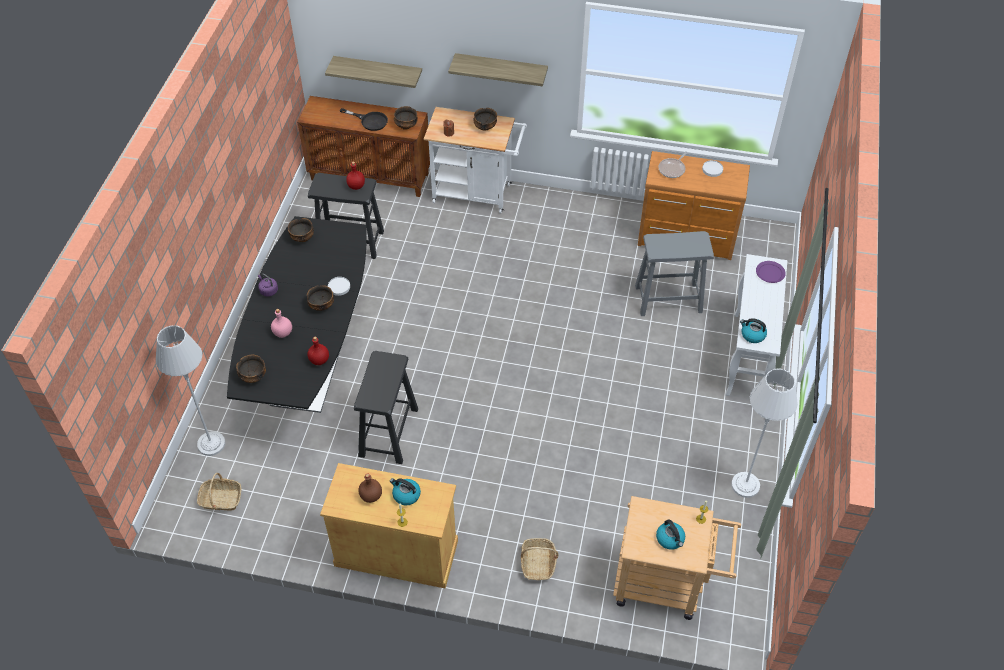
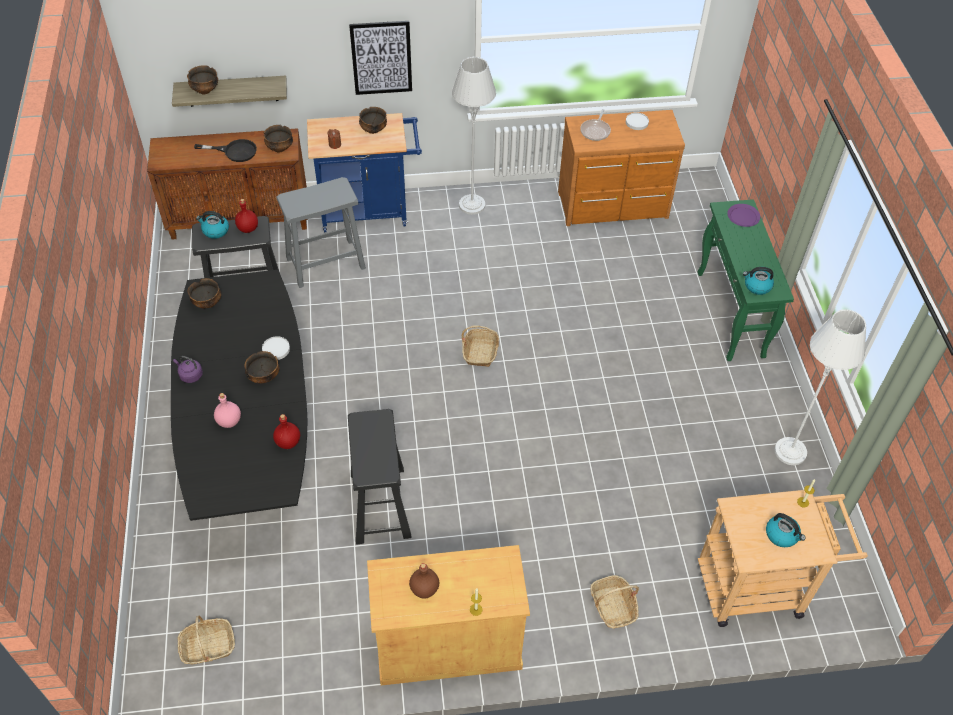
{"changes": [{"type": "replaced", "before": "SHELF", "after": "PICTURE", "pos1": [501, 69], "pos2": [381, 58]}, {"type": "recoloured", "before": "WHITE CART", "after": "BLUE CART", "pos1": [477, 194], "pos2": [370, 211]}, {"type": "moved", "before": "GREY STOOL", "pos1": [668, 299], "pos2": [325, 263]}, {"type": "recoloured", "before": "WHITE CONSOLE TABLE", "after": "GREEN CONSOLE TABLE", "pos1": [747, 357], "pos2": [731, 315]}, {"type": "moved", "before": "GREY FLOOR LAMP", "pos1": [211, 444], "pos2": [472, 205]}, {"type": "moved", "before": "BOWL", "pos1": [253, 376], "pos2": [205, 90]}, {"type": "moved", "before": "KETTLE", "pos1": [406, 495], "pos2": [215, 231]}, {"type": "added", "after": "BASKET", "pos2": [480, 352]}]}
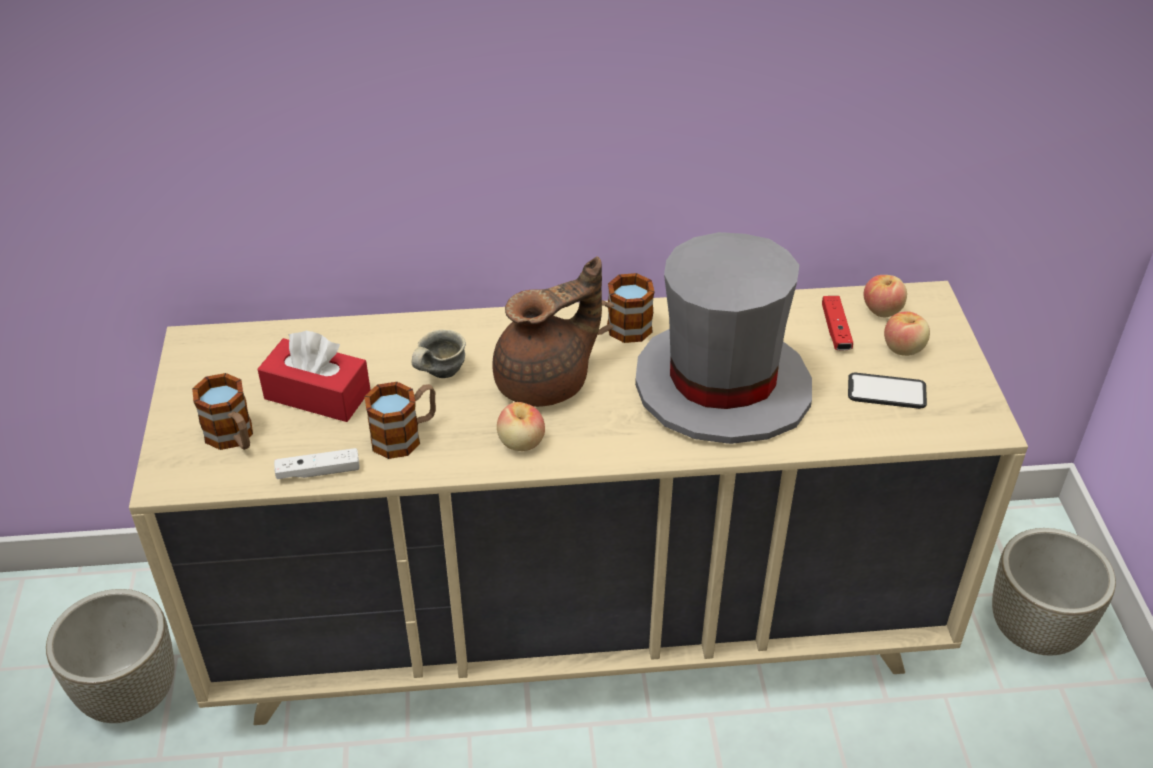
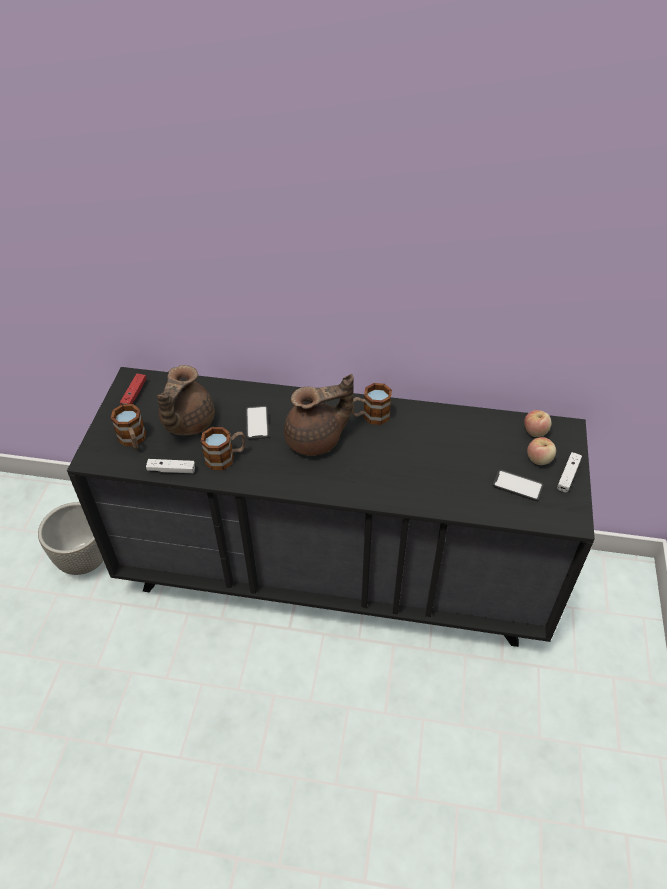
{"changes": [{"type": "removed", "before": "GREY HAT", "pos1": [721, 386]}, {"type": "recoloured", "before": "BEIGE DRESSER", "after": "BLACK DRESSER", "pos1": [578, 623], "pos2": [335, 573]}, {"type": "moved", "before": "RED GAME CONTROLLER", "pos1": [835, 330], "pos2": [134, 394]}, {"type": "replaced", "before": "GREY MUG", "after": "PHONE", "pos1": [438, 373], "pos2": [257, 423]}, {"type": "replaced", "before": "RED TISSUE BOX", "after": "BROWN TEAPOT", "pos1": [317, 394], "pos2": [186, 423]}, {"type": "removed", "before": "APPLE", "pos1": [521, 443]}, {"type": "removed", "before": "GREY PLANTER", "pos1": [1034, 630]}, {"type": "added", "after": "WHITE GAME CONTROLLER", "pos2": [568, 475]}]}
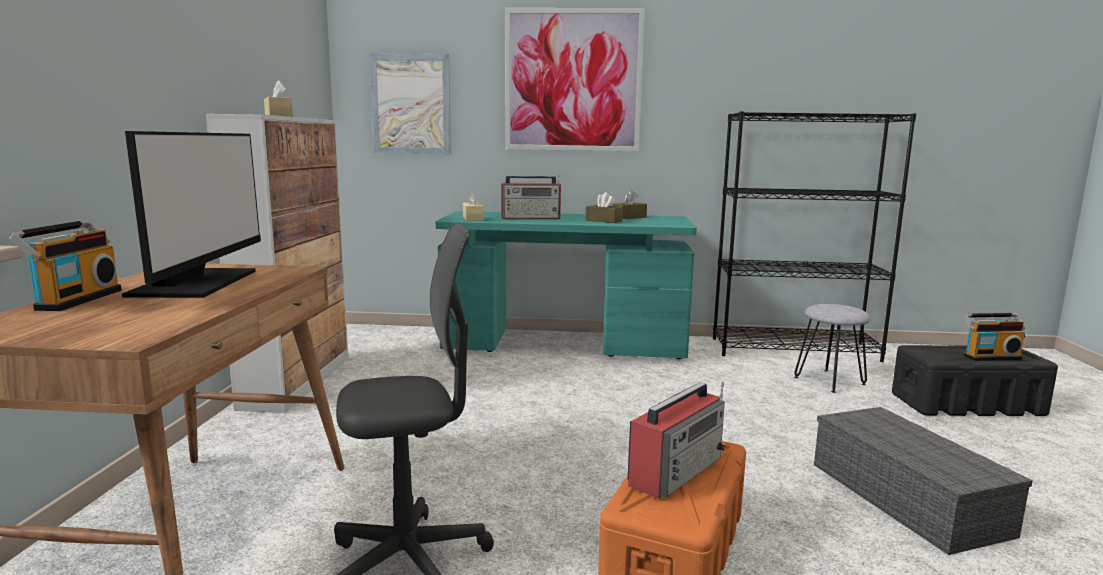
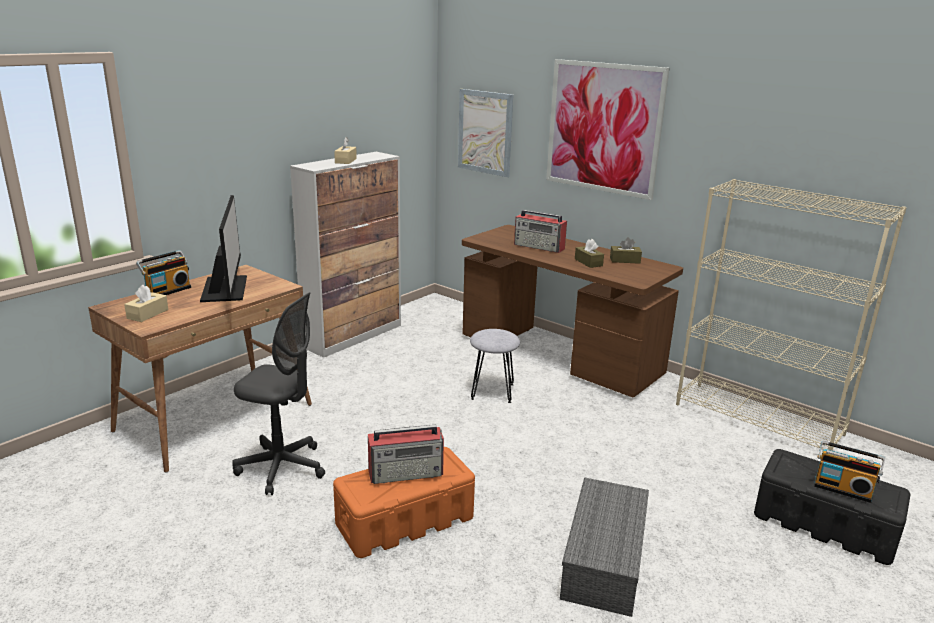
{"changes": [{"type": "recoloured", "before": "BLACK BOOKCASE", "after": "BEIGE BOOKCASE", "pos1": [794, 349], "pos2": [759, 419]}, {"type": "turned", "before": "MONITOR", "pos1": [198, 283], "pos2": [226, 288], "turn": -45}, {"type": "moved", "before": "BEIGE TISSUE BOX", "pos1": [473, 218], "pos2": [147, 314]}, {"type": "recoloured", "before": "TURQUOISE DESK", "after": "BROWN DESK", "pos1": [564, 345], "pos2": [559, 355]}, {"type": "moved", "before": "GREY STOOL", "pos1": [829, 381], "pos2": [492, 391]}]}
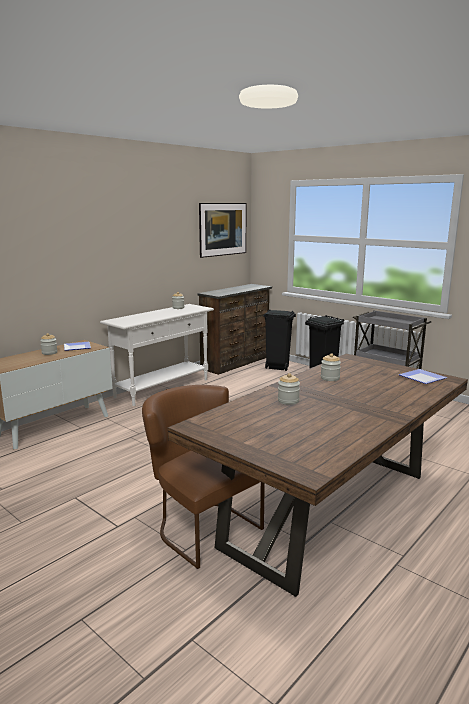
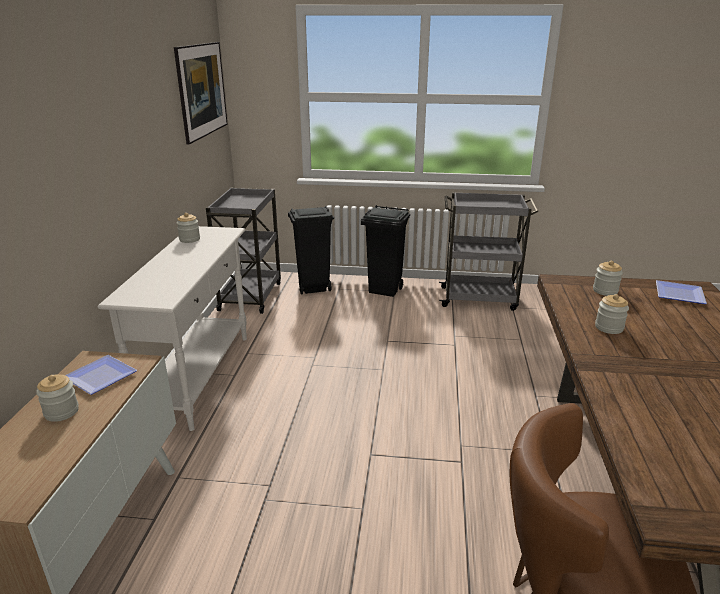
{"changes": [{"type": "replaced", "before": "BROWN DRESSER", "after": "GREY CART", "pos1": [236, 363], "pos2": [251, 295]}, {"type": "moved", "before": "JAR", "pos1": [288, 401], "pos2": [605, 291]}]}
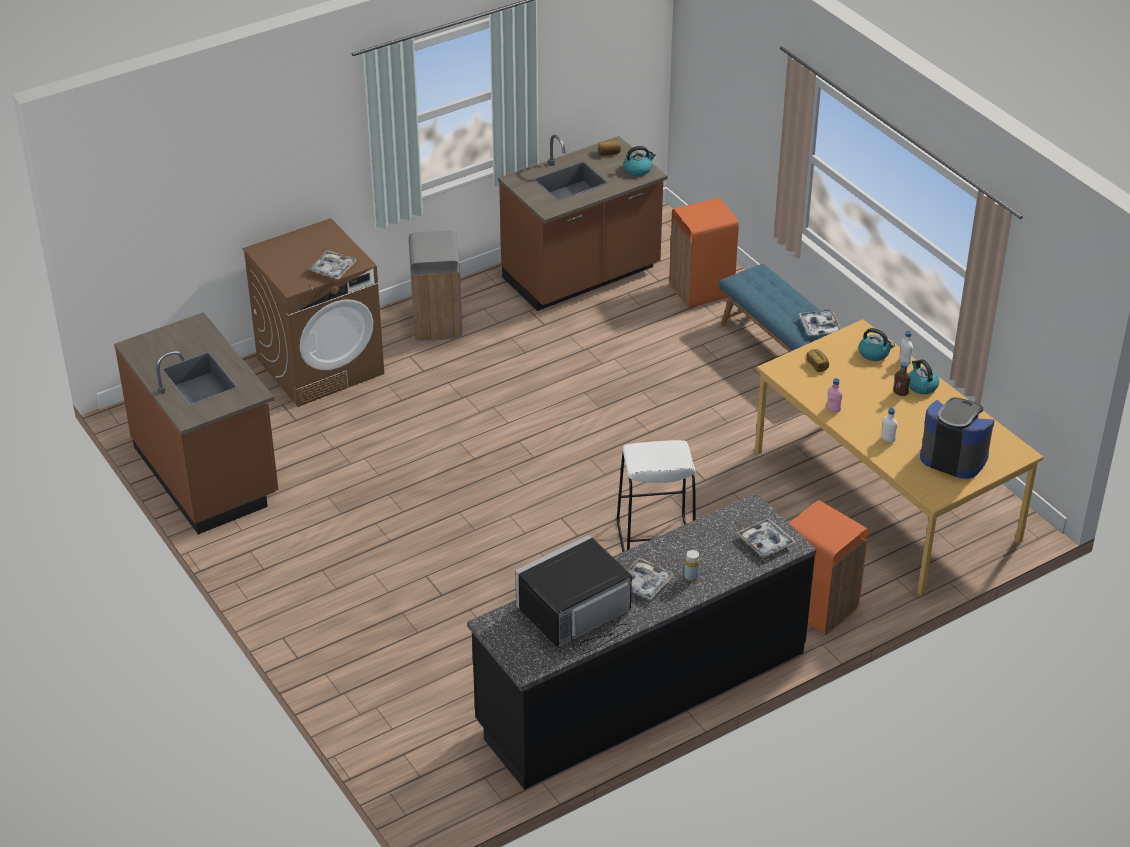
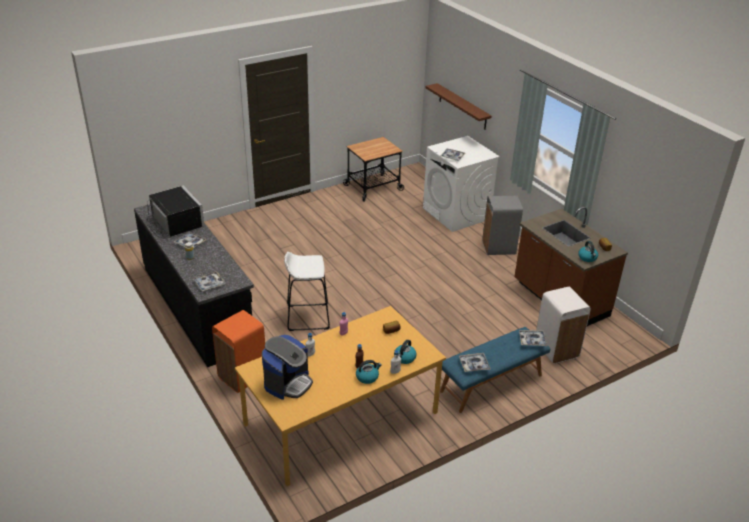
{"changes": [{"type": "recoloured", "before": "ORANGE TRASH CAN", "after": "WHITE TRASH CAN", "pos1": [700, 290], "pos2": [556, 349]}, {"type": "recoloured", "before": "BROWN WASHING MACHINE", "after": "WHITE WASHING MACHINE", "pos1": [321, 366], "pos2": [456, 214]}, {"type": "replaced", "before": "BROWN COUNTER", "after": "CART", "pos1": [207, 473], "pos2": [373, 187]}, {"type": "added", "after": "BROWN SHELF", "pos2": [462, 106]}, {"type": "added", "after": "TRAY", "pos2": [532, 340]}]}
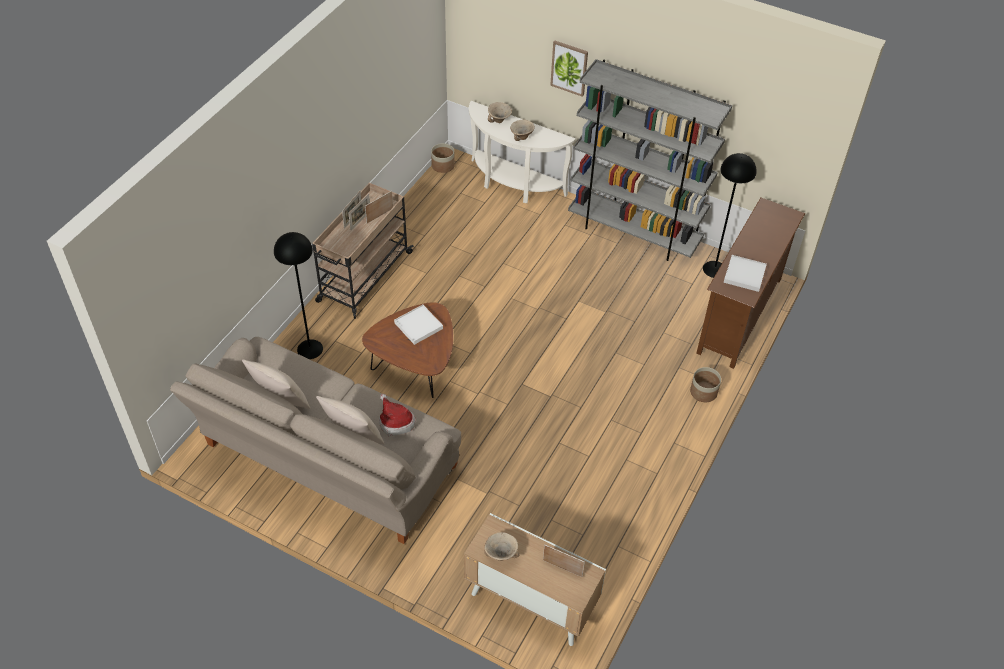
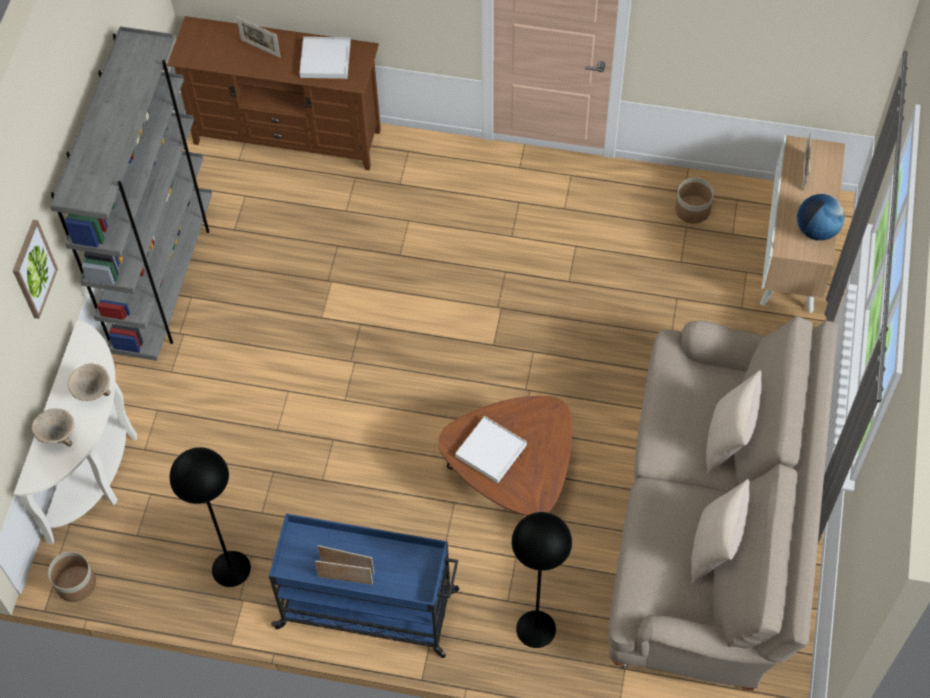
{"changes": [{"type": "moved", "before": "BLACK FLOOR LAMP", "pos1": [714, 269], "pos2": [230, 569]}, {"type": "recoloured", "before": "BEIGE CART", "after": "BLUE CART", "pos1": [364, 277], "pos2": [369, 609]}, {"type": "moved", "before": "PICTURE FRAME", "pos1": [380, 216], "pos2": [260, 48]}, {"type": "moved", "before": "PLANTER", "pos1": [703, 392], "pos2": [692, 209]}, {"type": "removed", "before": "HAT", "pos1": [395, 422]}, {"type": "replaced", "before": "BEIGE BOWL", "after": "GLOBE", "pos1": [501, 554], "pos2": [816, 230]}]}
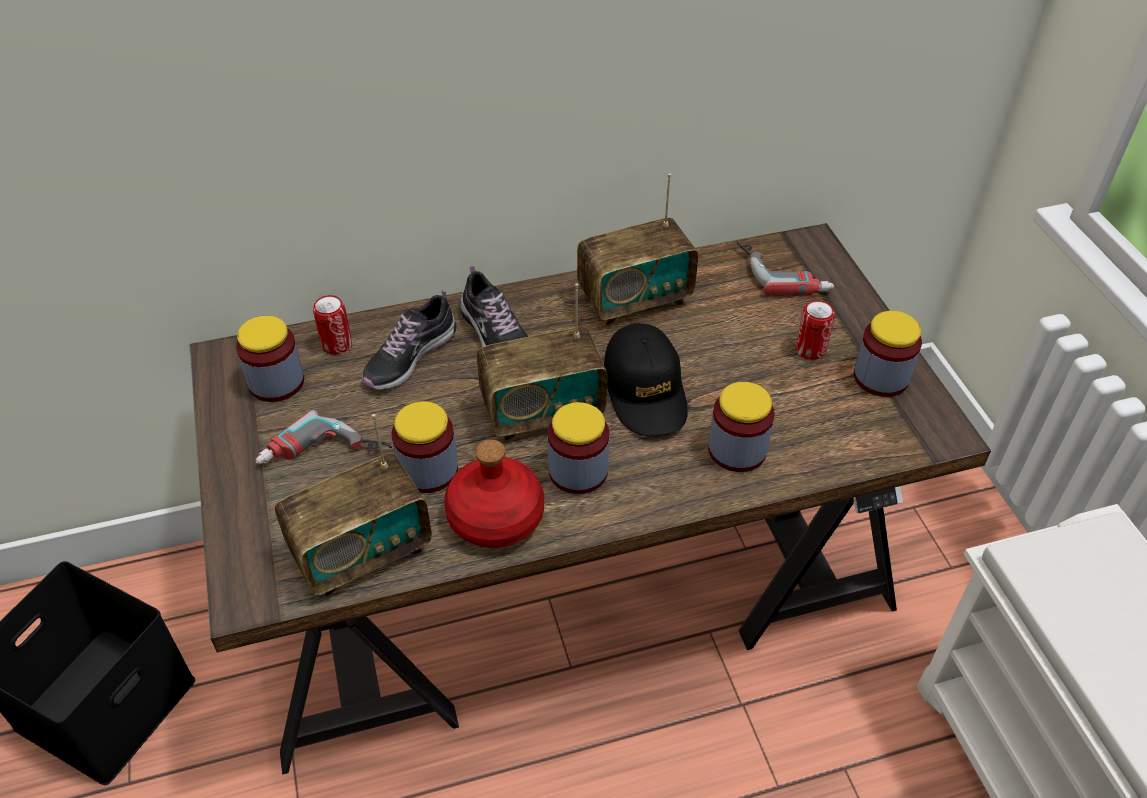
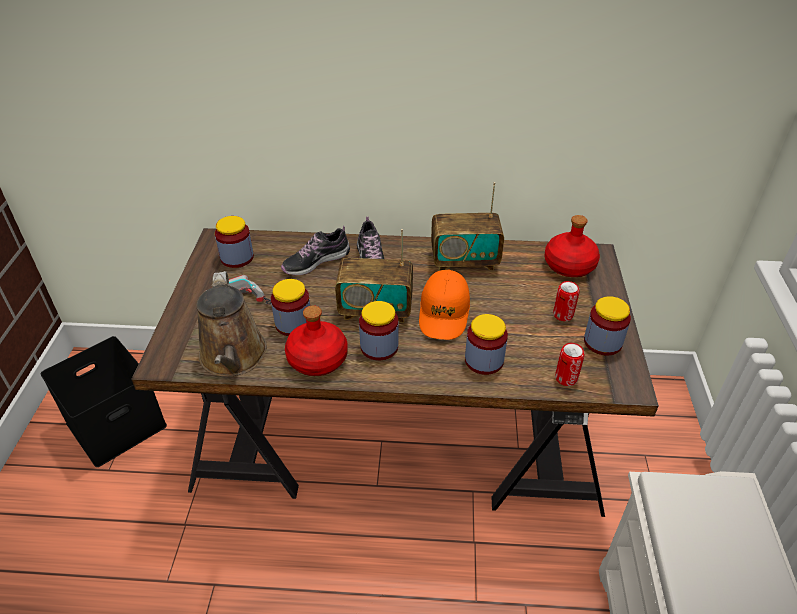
{"changes": [{"type": "replaced", "before": "POWER DRILL", "after": "RED BOTTLE", "pos1": [783, 271], "pos2": [568, 266]}, {"type": "moved", "before": "CAN", "pos1": [337, 345], "pos2": [566, 378]}, {"type": "recoloured", "before": "BLACK CAP", "after": "ORANGE CAP", "pos1": [645, 390], "pos2": [444, 313]}, {"type": "replaced", "before": "RADIO", "after": "BROWN WATERING CAN", "pos1": [362, 553], "pos2": [233, 357]}]}
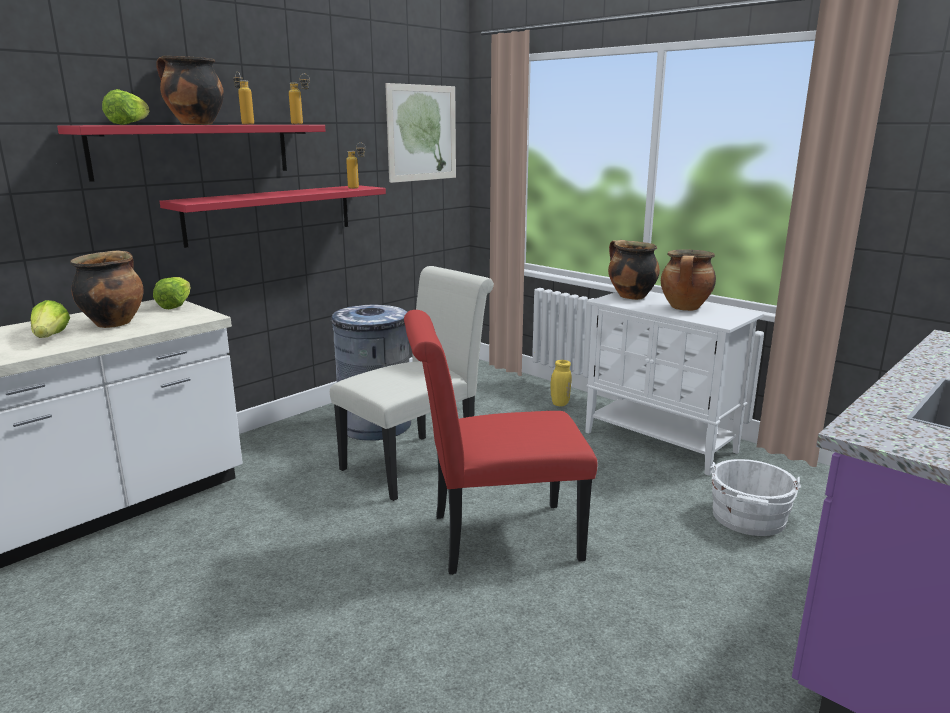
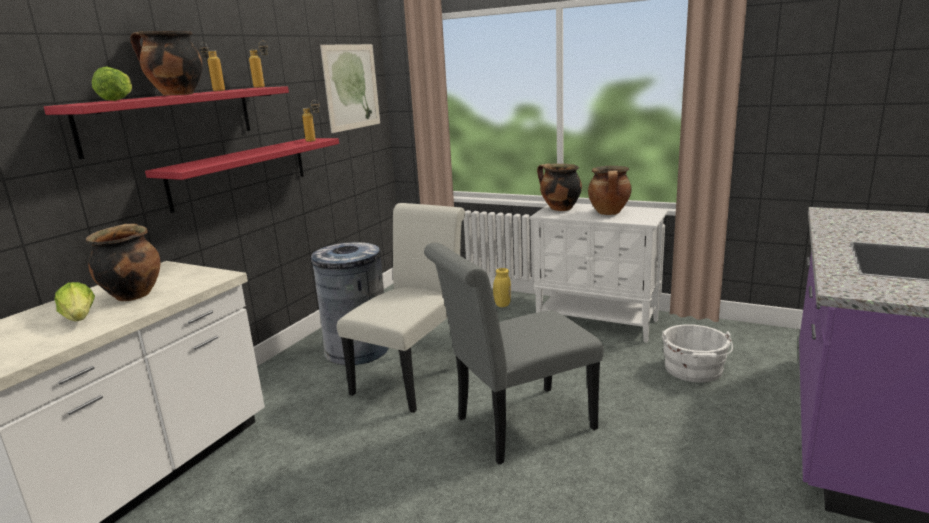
{"changes": [{"type": "removed", "before": "LETTUCE", "pos1": [175, 305]}, {"type": "recoloured", "before": "RED CHAIR", "after": "GREY CHAIR", "pos1": [494, 538], "pos2": [517, 426]}]}
